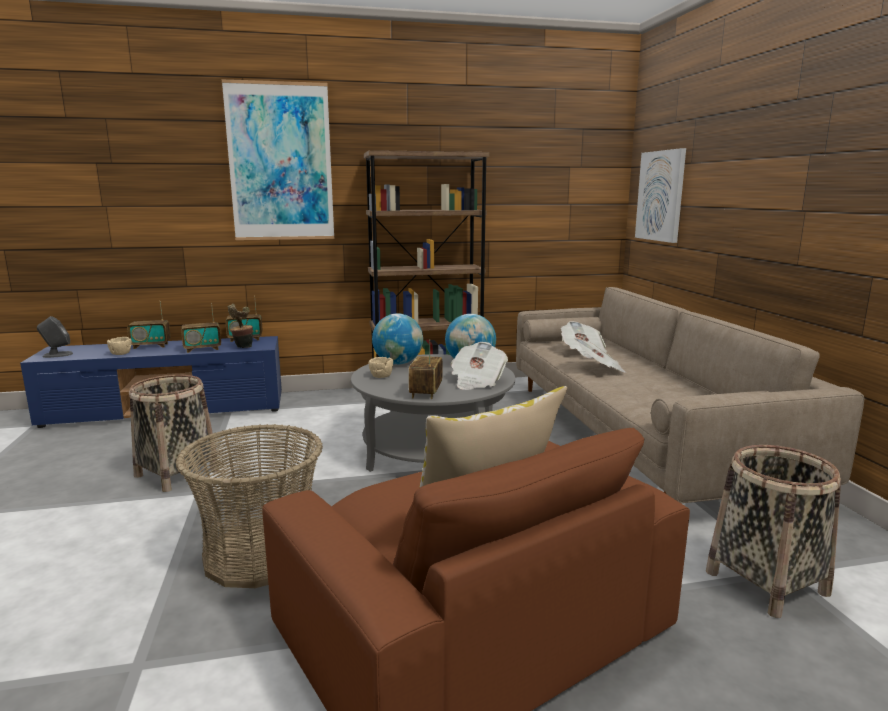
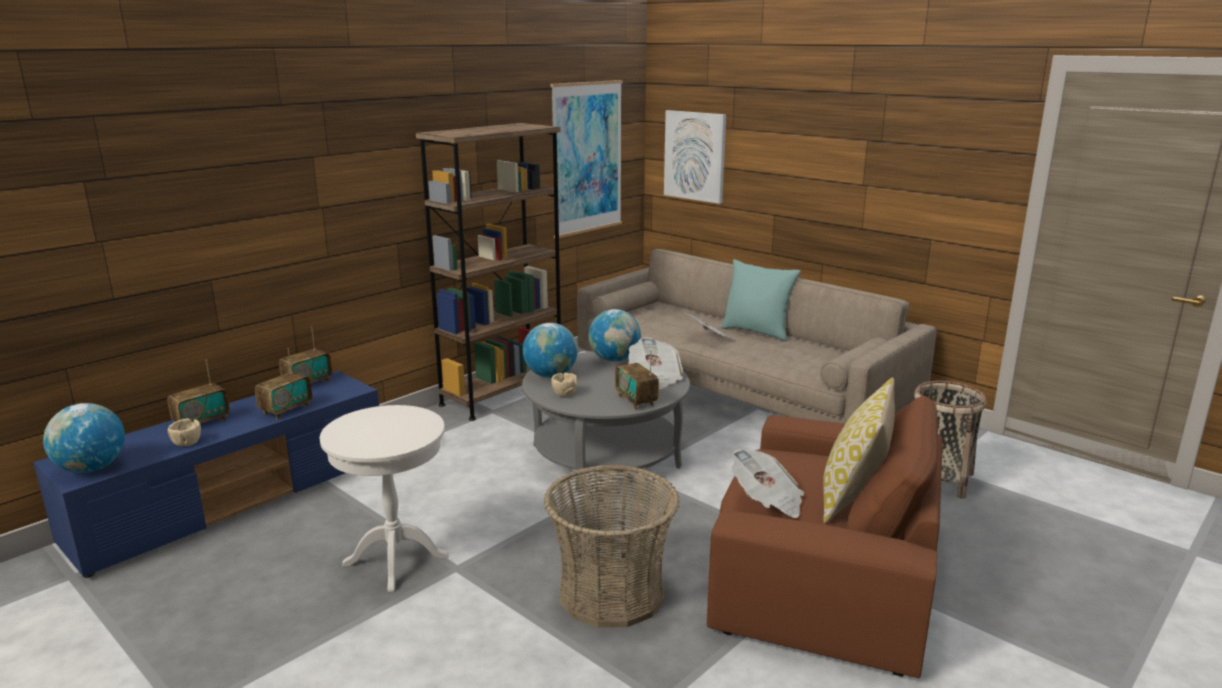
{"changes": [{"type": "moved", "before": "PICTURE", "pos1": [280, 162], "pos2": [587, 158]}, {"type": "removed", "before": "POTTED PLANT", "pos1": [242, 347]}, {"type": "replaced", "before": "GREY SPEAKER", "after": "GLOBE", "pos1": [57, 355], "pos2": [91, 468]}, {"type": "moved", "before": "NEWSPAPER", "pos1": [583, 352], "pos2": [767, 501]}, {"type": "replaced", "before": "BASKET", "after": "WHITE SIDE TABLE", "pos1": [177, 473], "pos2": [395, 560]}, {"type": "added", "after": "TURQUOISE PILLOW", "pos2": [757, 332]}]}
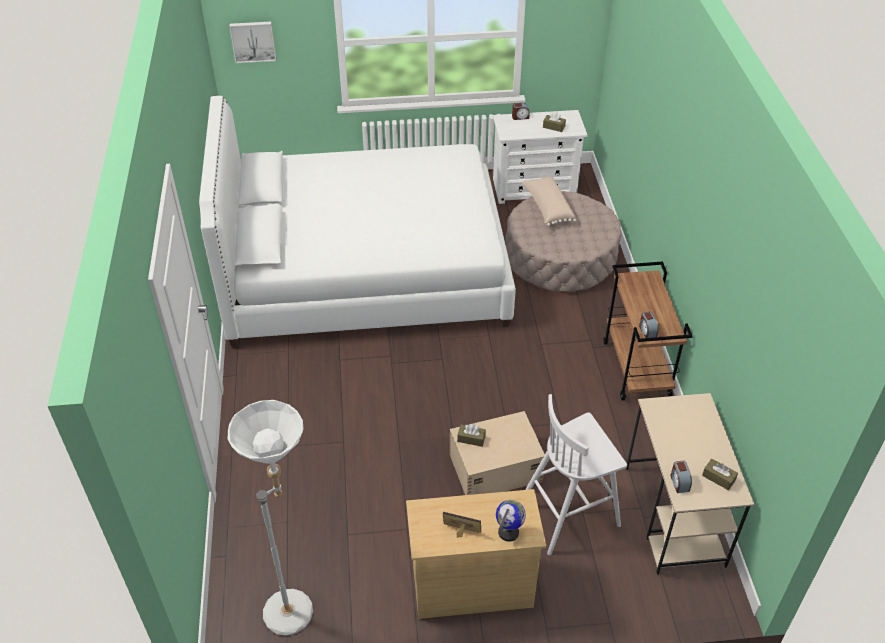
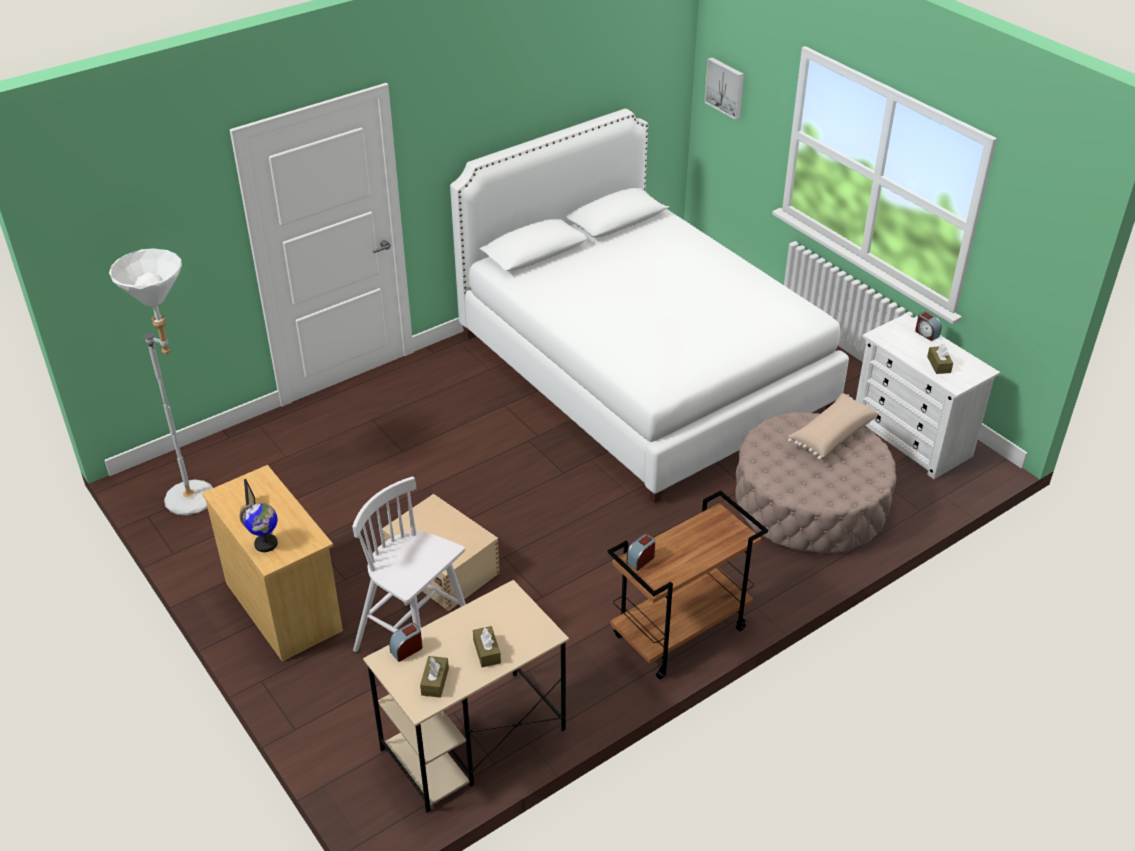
{"changes": [{"type": "moved", "before": "BROWN TISSUE BOX", "pos1": [471, 439], "pos2": [487, 651]}]}
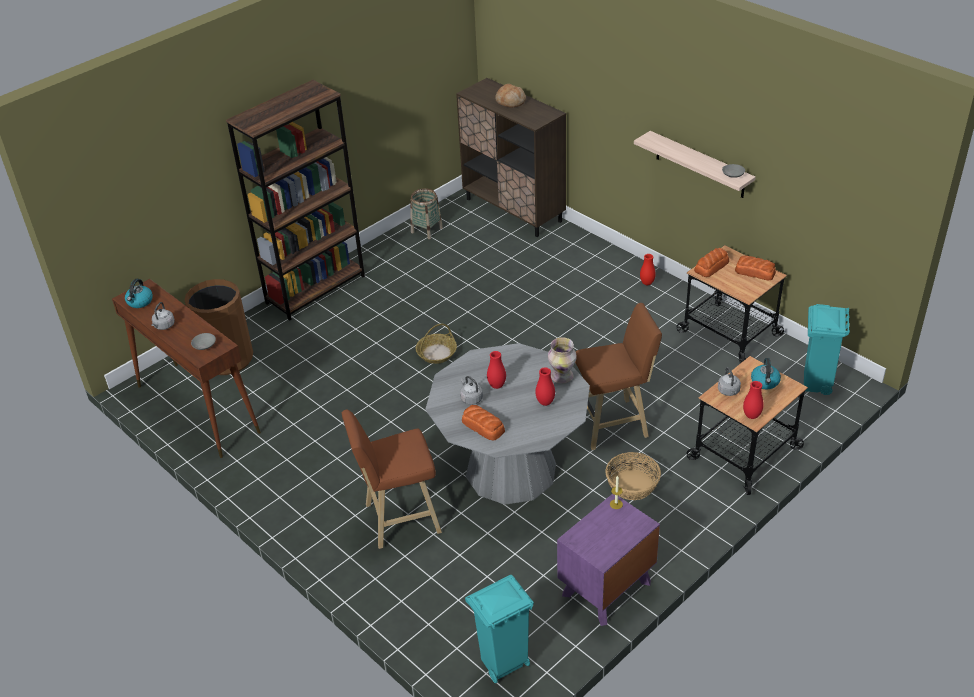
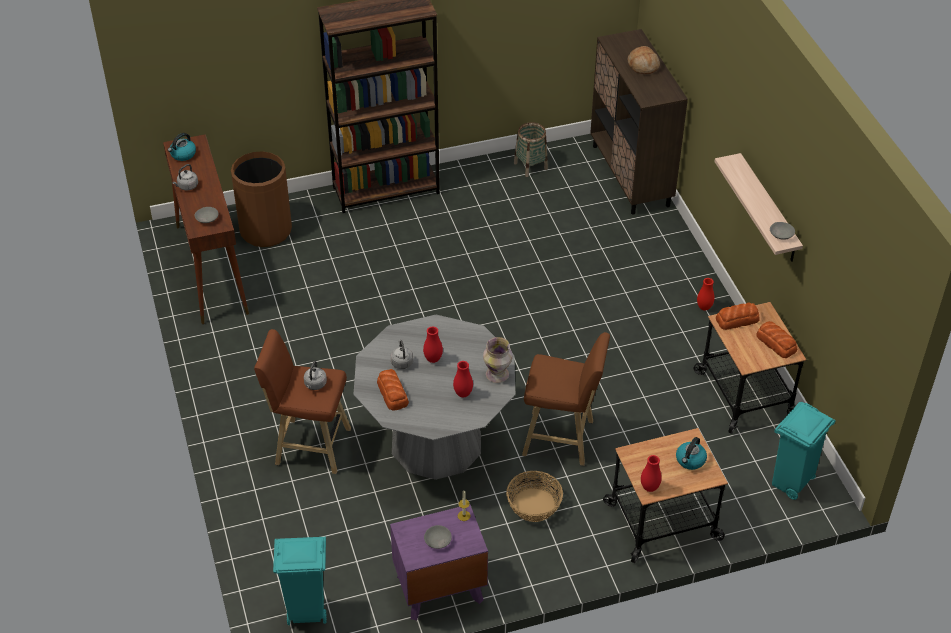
{"changes": [{"type": "removed", "before": "BASKET", "pos1": [436, 353]}, {"type": "moved", "before": "GREY KETTLE", "pos1": [729, 391], "pos2": [315, 385]}, {"type": "added", "after": "GREY BOWL", "pos2": [438, 541]}]}
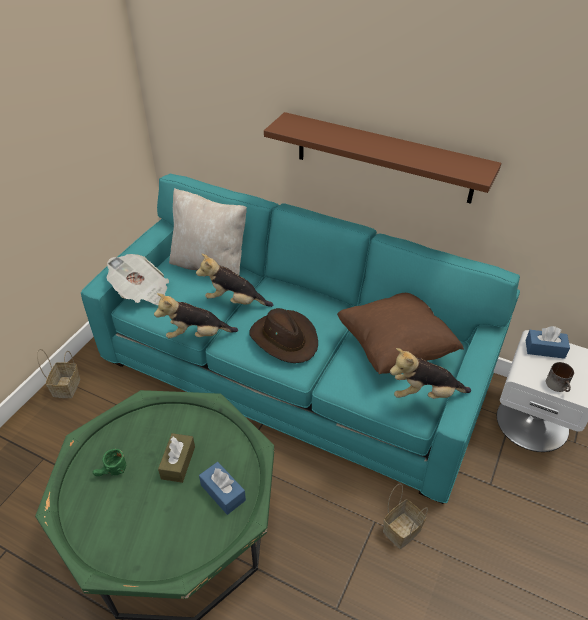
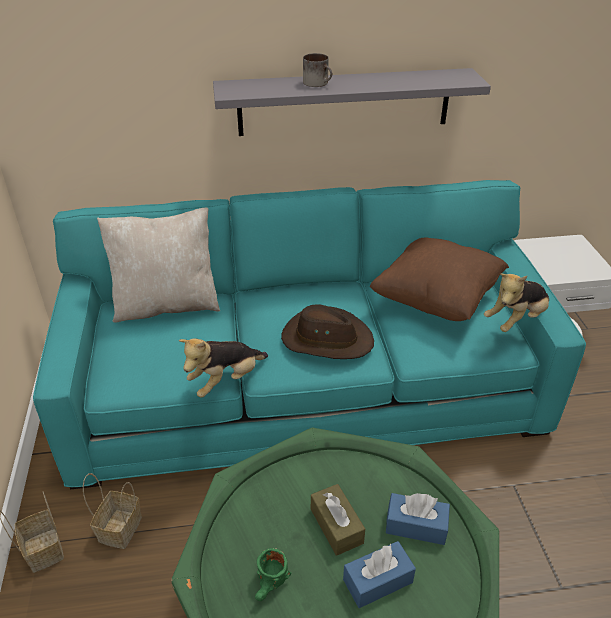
{"changes": [{"type": "recoloured", "before": "BROWN SHELF", "after": "GREY SHELF", "pos1": [383, 158], "pos2": [344, 102]}, {"type": "removed", "before": "NEWSPAPER", "pos1": [141, 292]}, {"type": "removed", "before": "PLUSH TOY", "pos1": [235, 301]}, {"type": "moved", "before": "BLUE TISSUE BOX", "pos1": [545, 349], "pos2": [378, 581]}, {"type": "moved", "before": "MUG", "pos1": [559, 386], "pos2": [319, 83]}, {"type": "moved", "before": "BASKET", "pos1": [402, 529], "pos2": [120, 527]}]}
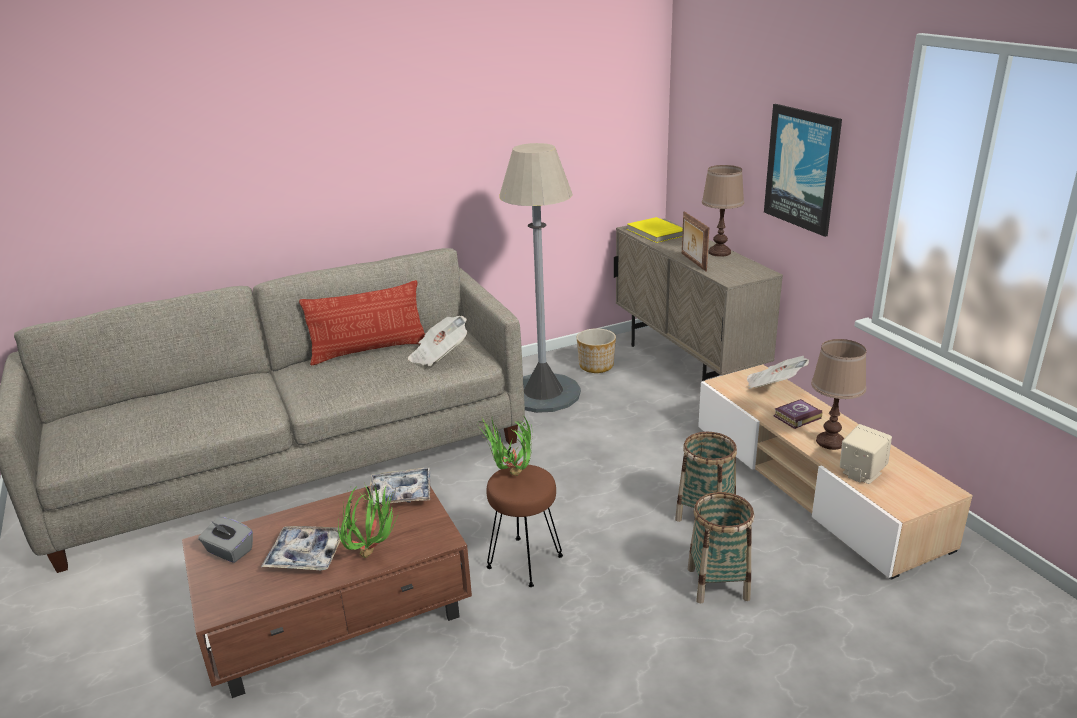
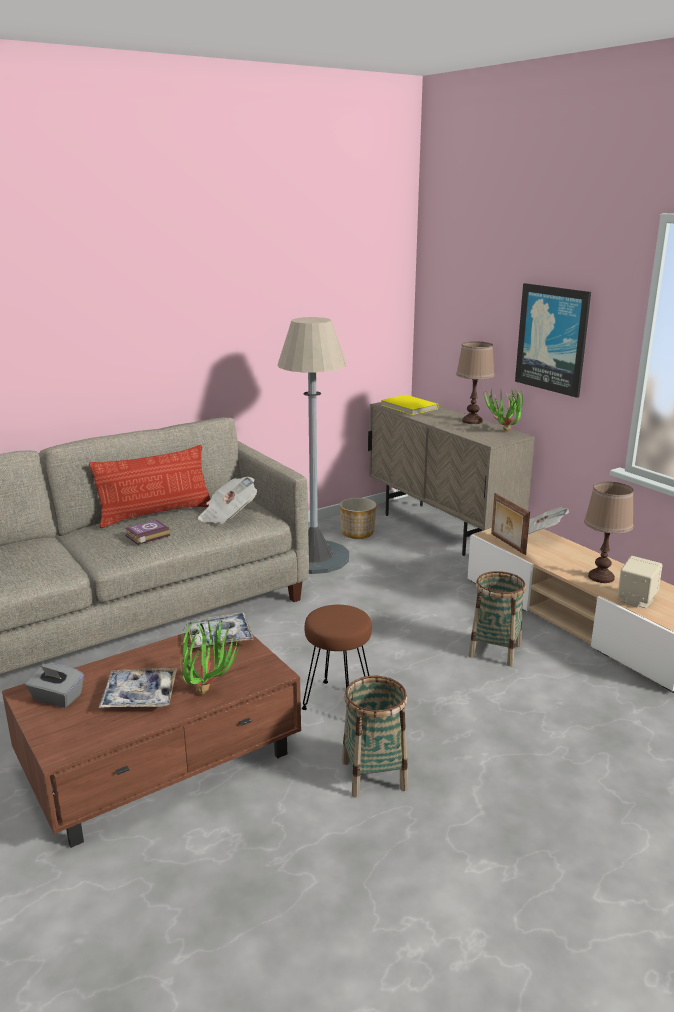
{"changes": [{"type": "moved", "before": "PICTURE FRAME", "pos1": [692, 262], "pos2": [507, 544]}, {"type": "moved", "before": "BOOK", "pos1": [795, 417], "pos2": [146, 535]}, {"type": "moved", "before": "POTTED PLANT", "pos1": [510, 477], "pos2": [503, 432]}, {"type": "moved", "before": "BASKET", "pos1": [718, 583], "pos2": [374, 775]}]}
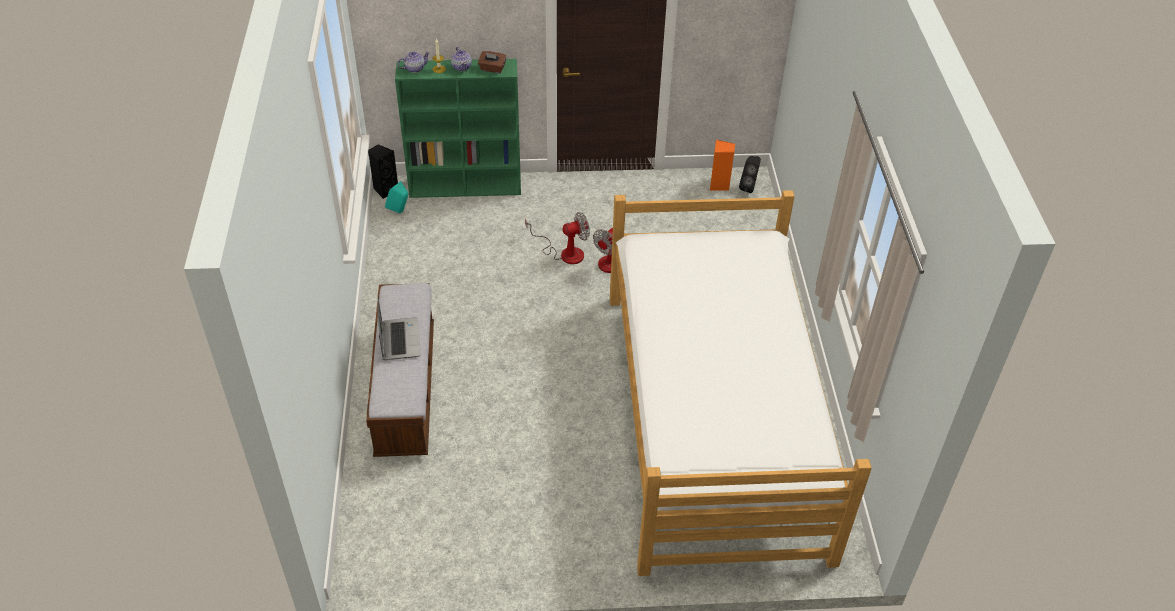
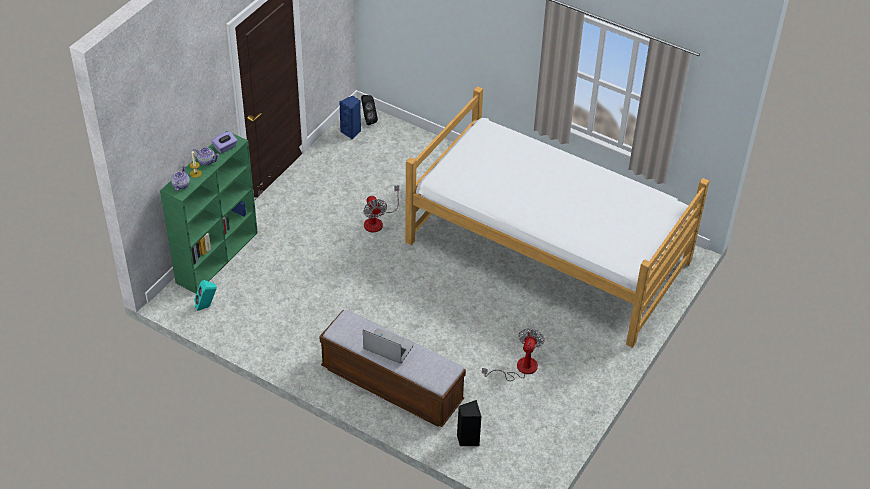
{"changes": [{"type": "recoloured", "before": "BROWN TISSUE BOX", "after": "PURPLE TISSUE BOX", "pos1": [492, 69], "pos2": [225, 147]}, {"type": "recoloured", "before": "ORANGE SPEAKER", "after": "BLUE SPEAKER", "pos1": [719, 185], "pos2": [351, 132]}, {"type": "moved", "before": "BLACK SPEAKER", "pos1": [385, 190], "pos2": [467, 439]}, {"type": "moved", "before": "FAN", "pos1": [564, 252], "pos2": [519, 368]}]}
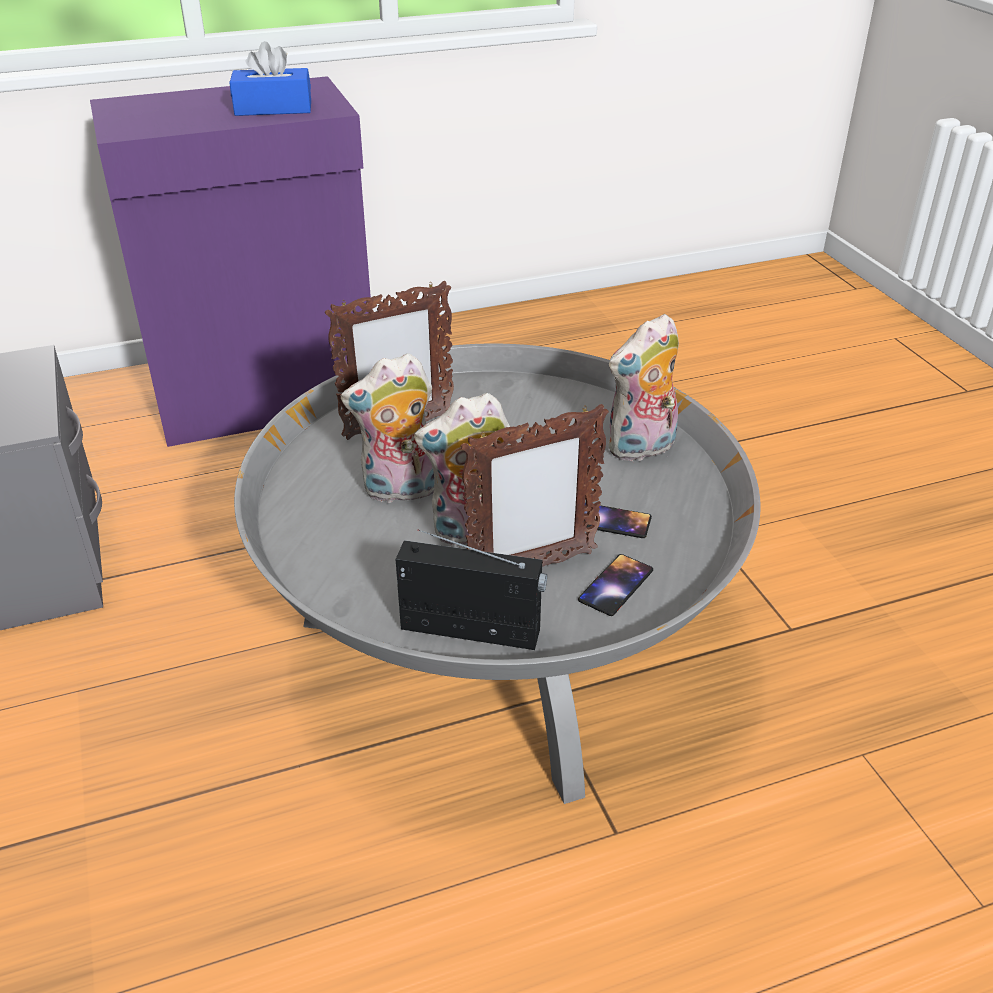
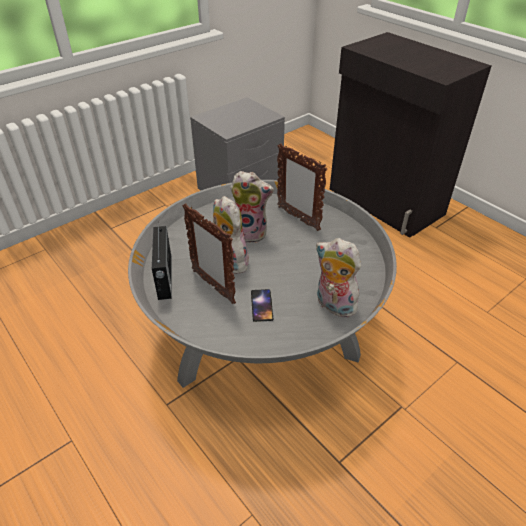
{"changes": [{"type": "removed", "before": "BLUE TISSUE BOX", "pos1": [273, 108]}, {"type": "recoloured", "before": "PURPLE CABINET", "after": "BLACK CABINET", "pos1": [269, 399], "pos2": [385, 202]}, {"type": "turned", "before": "PLUSH TOY", "pos1": [401, 491], "pos2": [250, 233], "turn": 135}, {"type": "removed", "before": "PHONE", "pos1": [615, 585]}]}
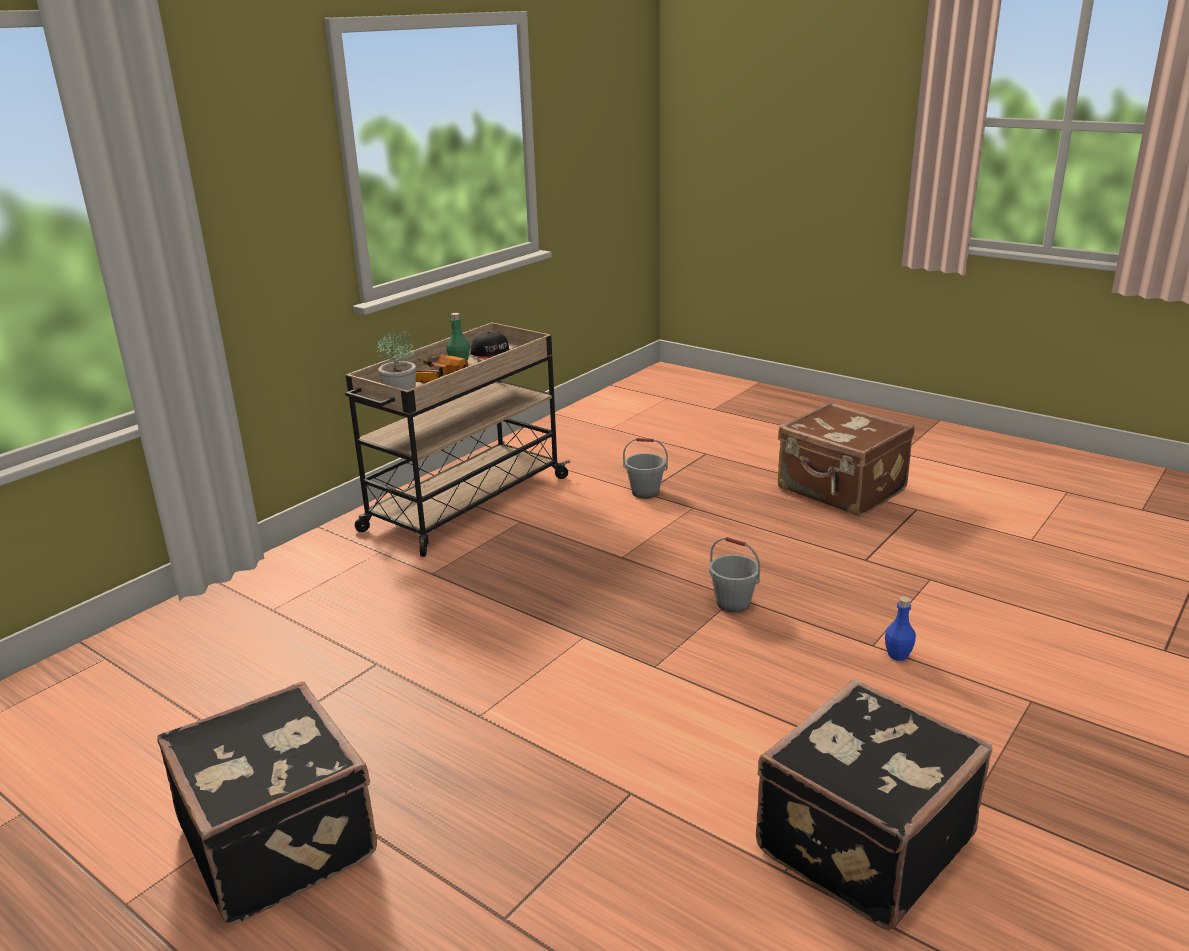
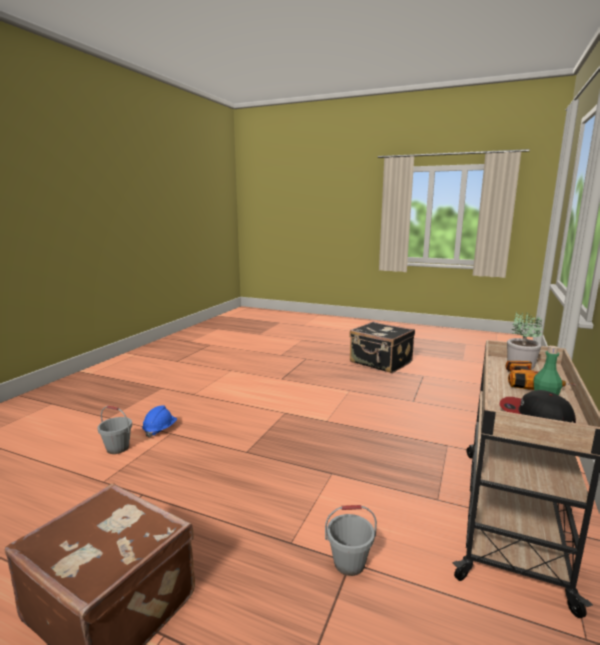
{"changes": [{"type": "moved", "before": "GREY BUCKET", "pos1": [733, 603], "pos2": [117, 448]}, {"type": "replaced", "before": "BLUE BOTTLE", "after": "BLUE HARD HAT", "pos1": [898, 655], "pos2": [160, 430]}, {"type": "removed", "before": "BLACK SUITCASE", "pos1": [860, 842]}]}
